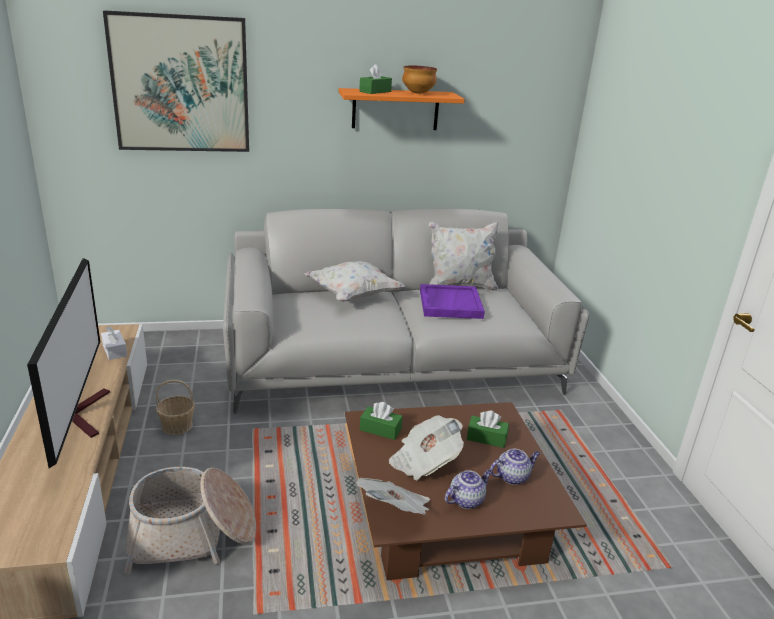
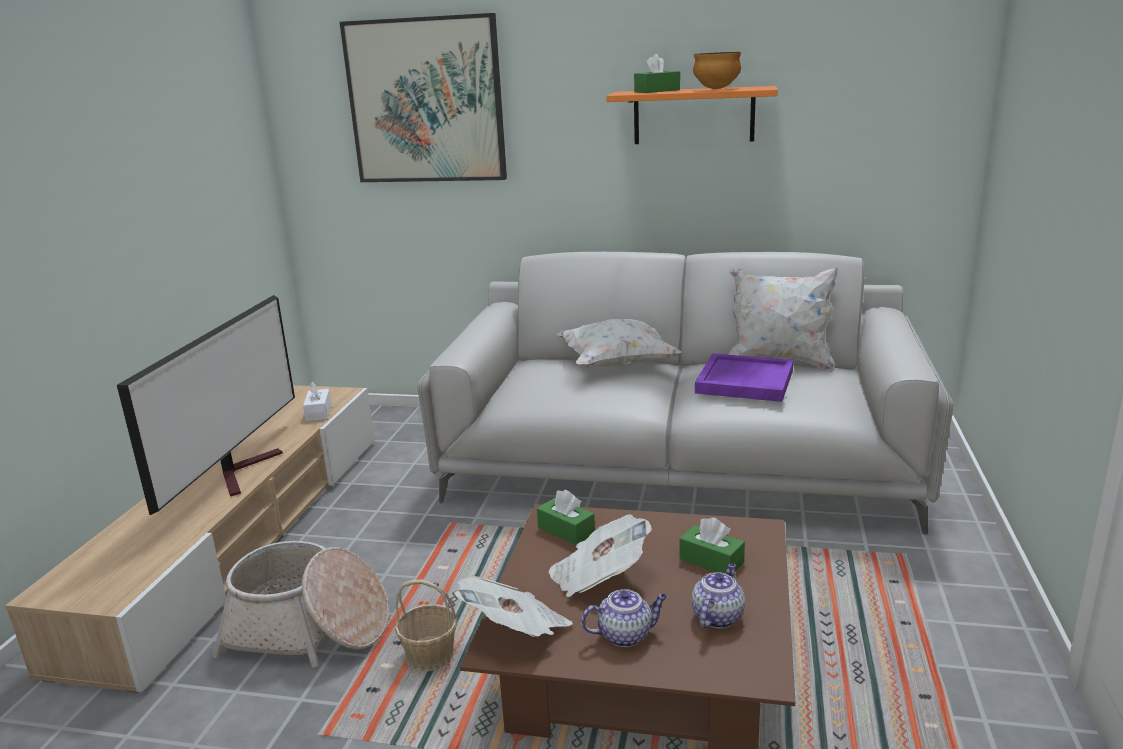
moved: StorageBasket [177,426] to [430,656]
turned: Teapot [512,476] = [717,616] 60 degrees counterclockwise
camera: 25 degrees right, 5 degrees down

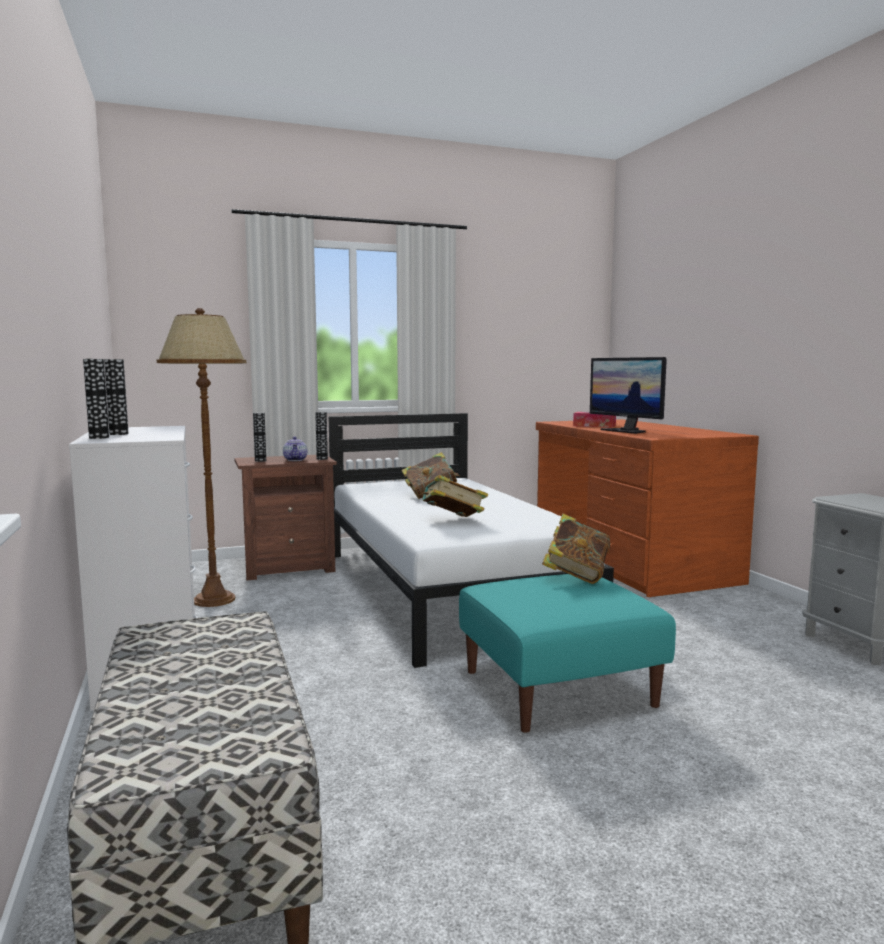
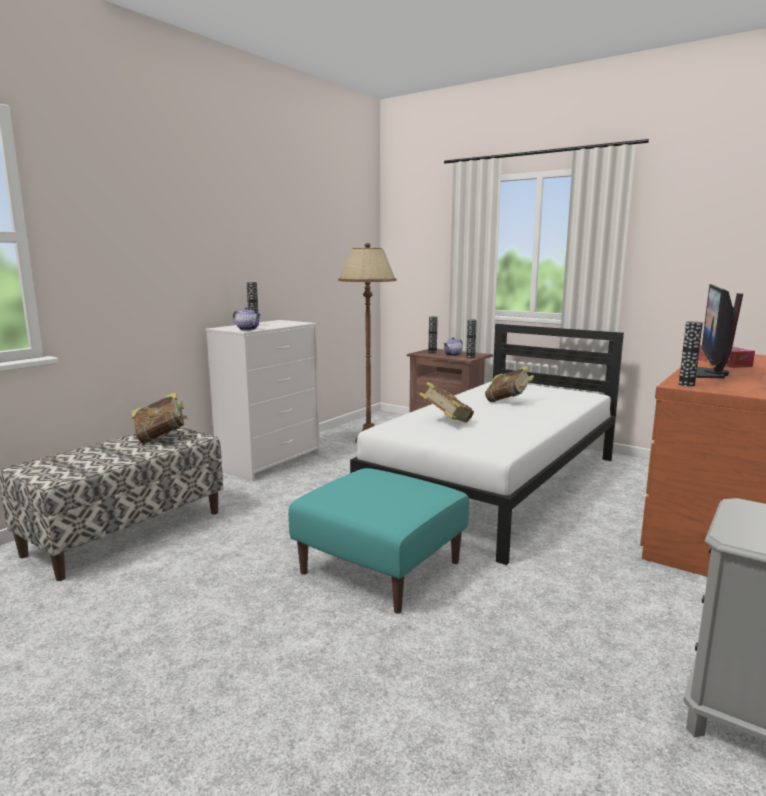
added: Teapot [248,329]
moved: DecorativeVase [99,437] to [686,384]; Volume [576,575] to [161,438]
camera: 55 degrees right, 5 degrees up

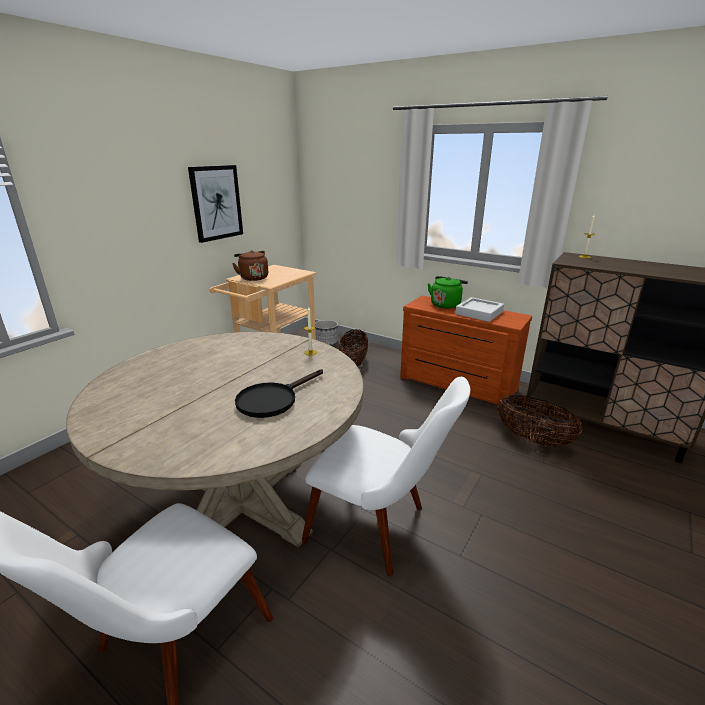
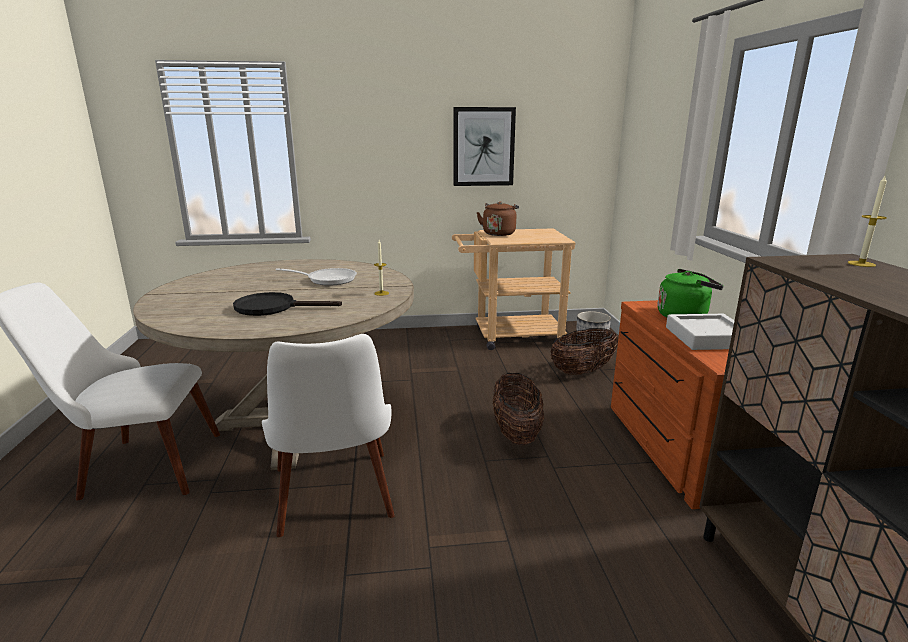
added: Pan [327,279]
moved: StorageBasket [533,439] to [516,433]
camera: 50 degrees right, 5 degrees down

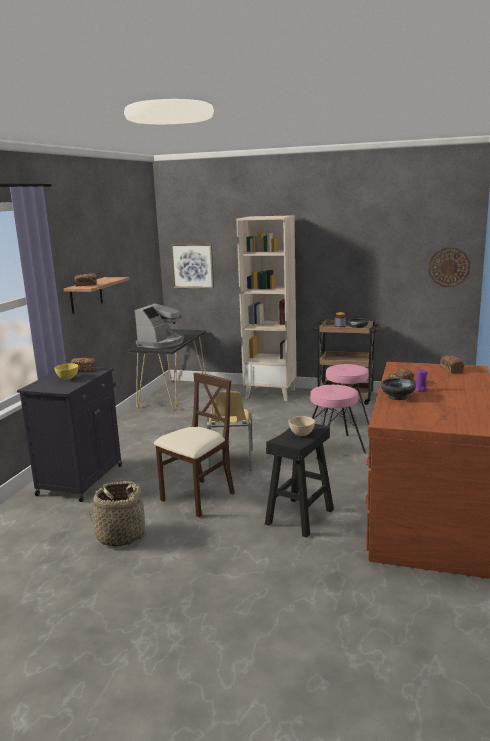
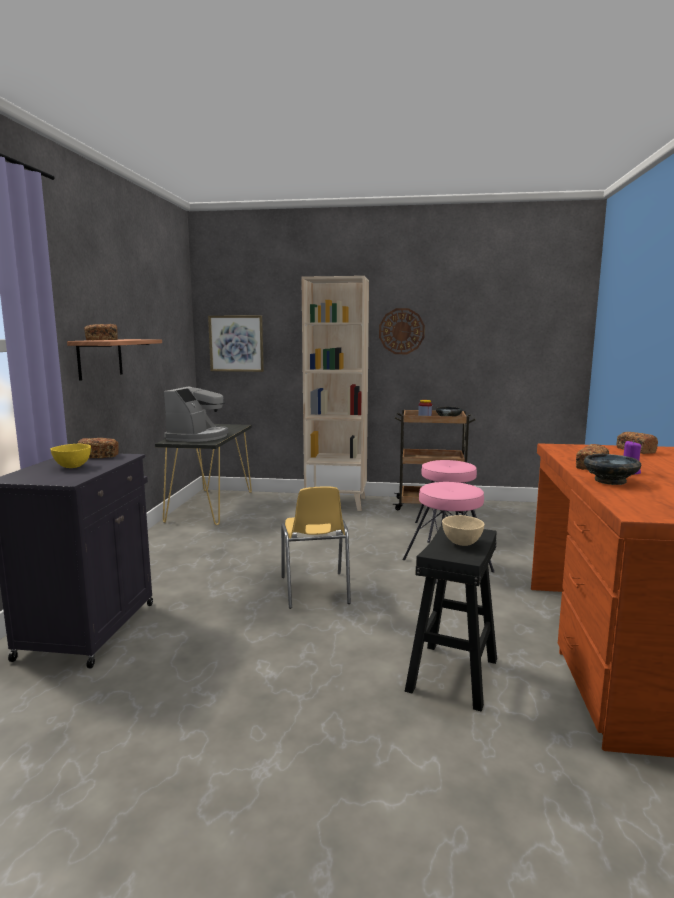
removed: StorageBasket [120,535]; SandColouredChair [198,498]
moved: ClockOnTheWall [449,267] to [401,331]
camera: 10 degrees left, 5 degrees down

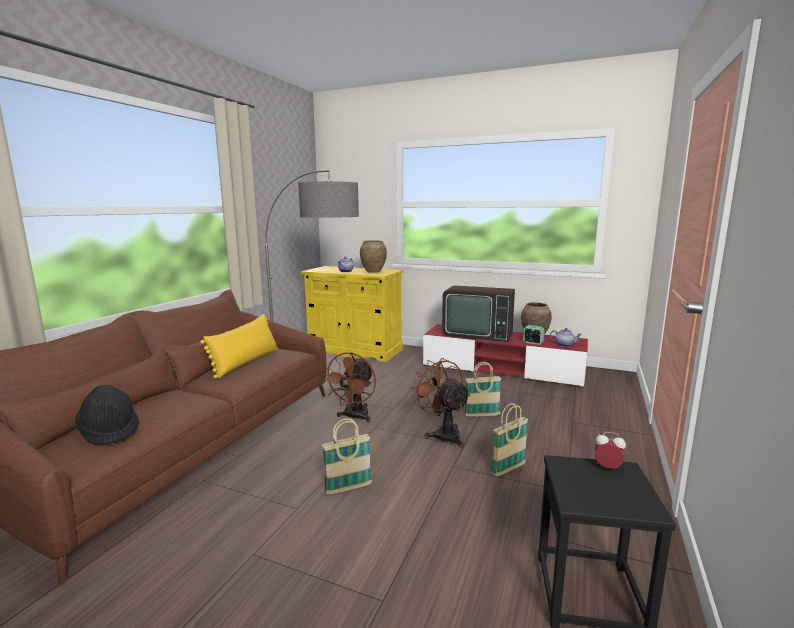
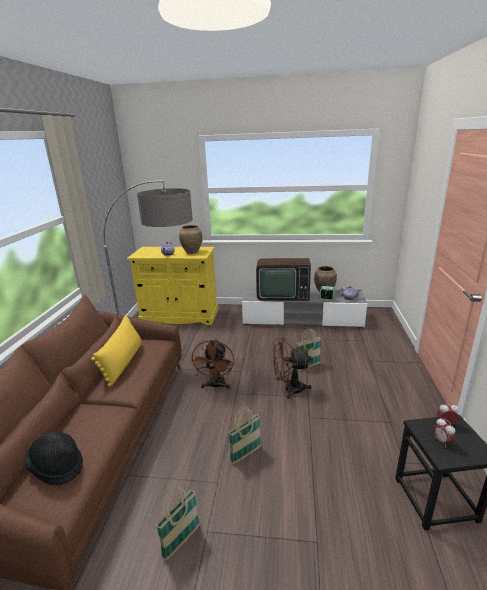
added: TableClock [441,441]
moved: StorageBasket [508,469] to [181,541]
recoloured: ReddishMediaConsole [502,369] to GreyishMediaConsole [302,318]
turned: BrownishFan [443,434] = [288,389] 45 degrees counterclockwise
camera: 15 degrees left, 10 degrees up

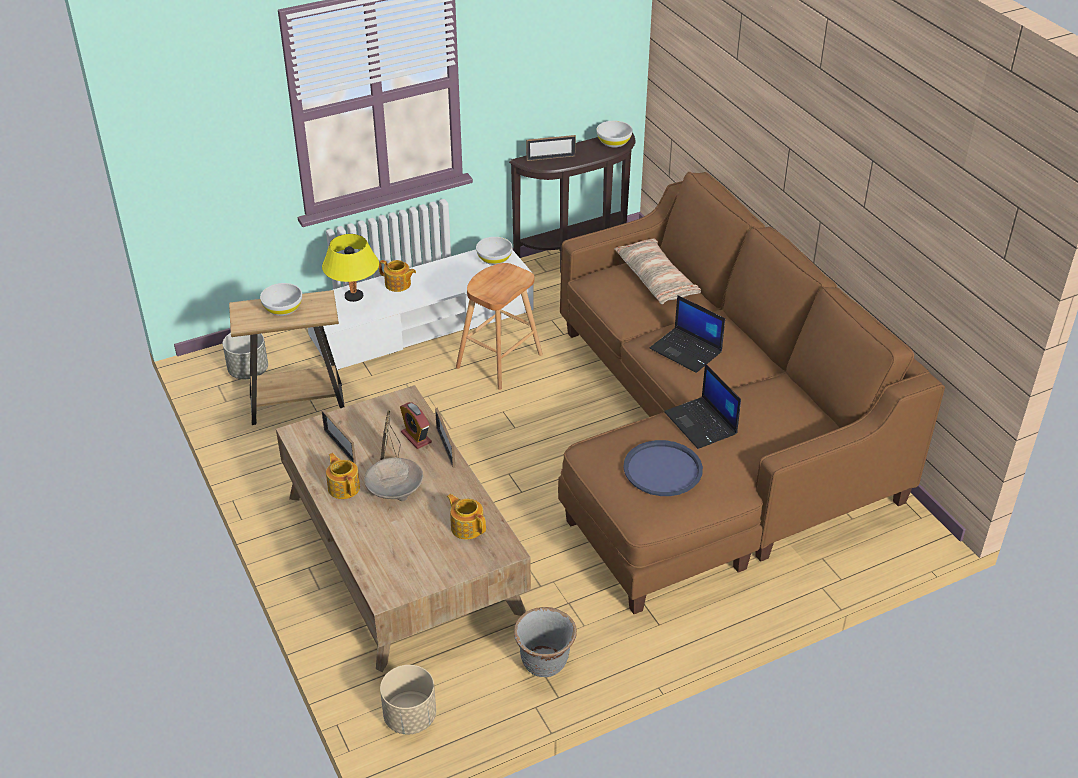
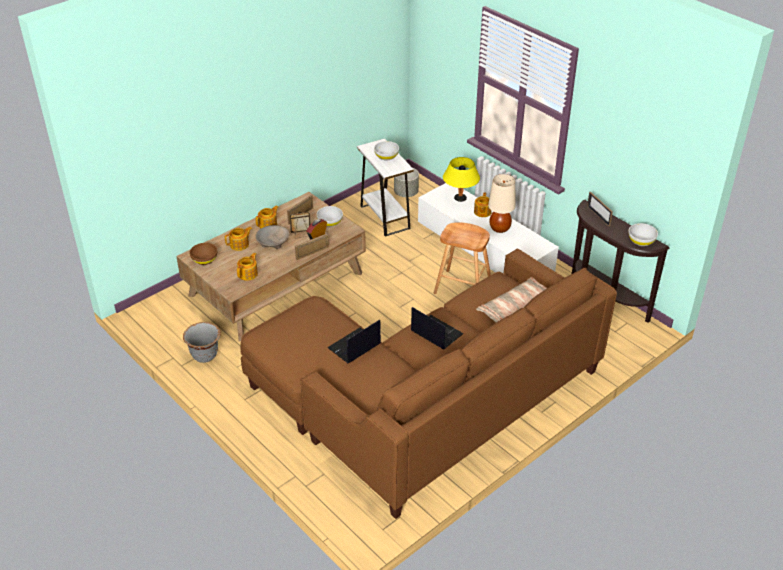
removed: SandColouredPlantPot [409,717]; BluishTray [662,469]
added: BrownishDeepDish [204,260]; Teapot [240,245]; SandColouredLampForATable [500,228]
moved: WhiteColouredDeepDish [494,259] to [330,222]
recoloured: BrownishEndTable [297,404] to WhiteColouredEndTable [385,217]
turned: Laptop [687,350] = [435,332] 105 degrees clockwise
camera: 75 degrees right, 0 degrees up

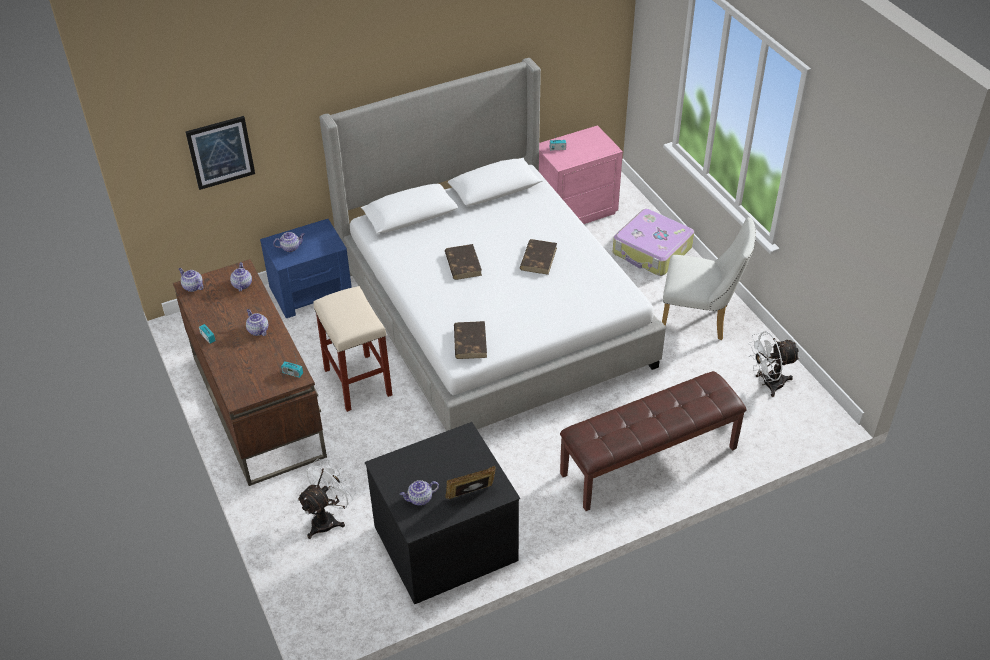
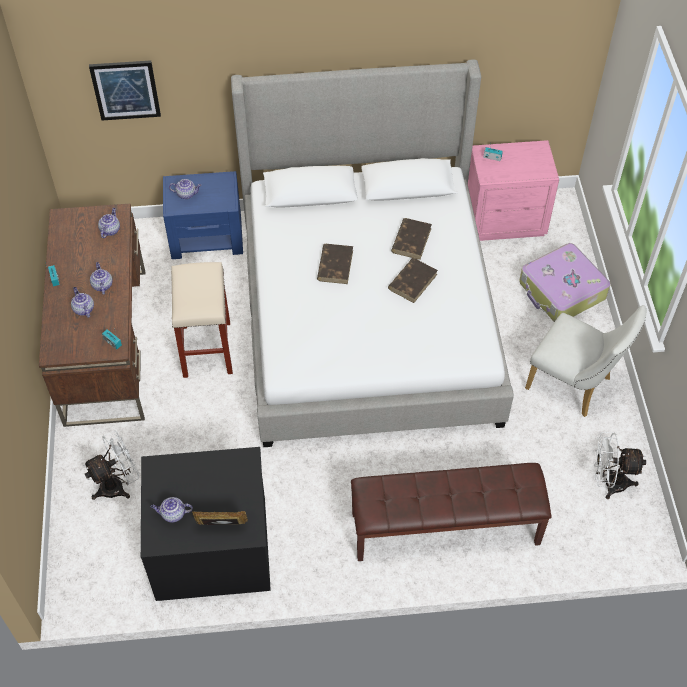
moved: Teapot [192,287] to [83,309]; BrownishVolume [470,342] to [411,240]
camera: 20 degrees right, 10 degrees up

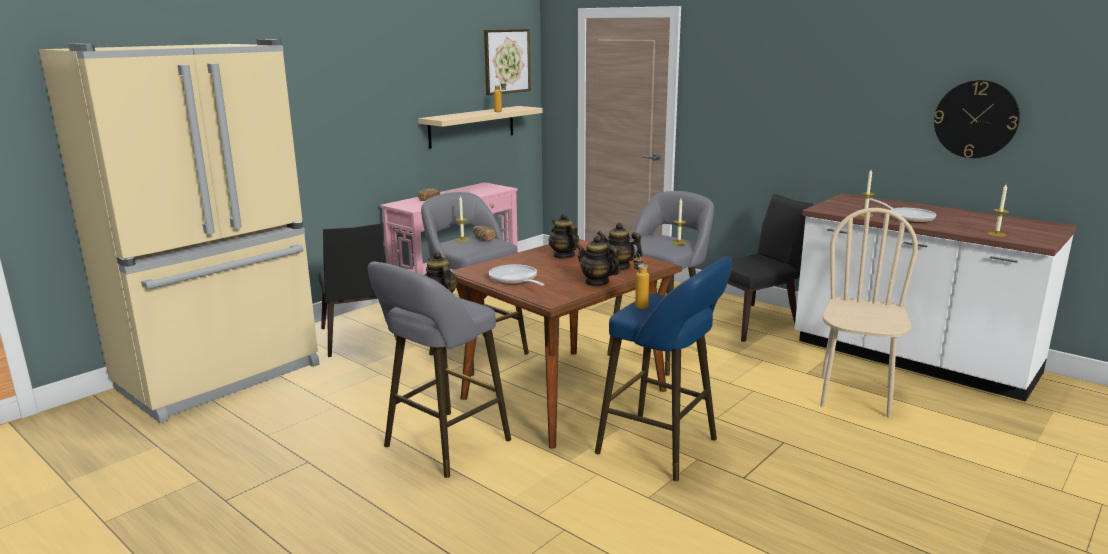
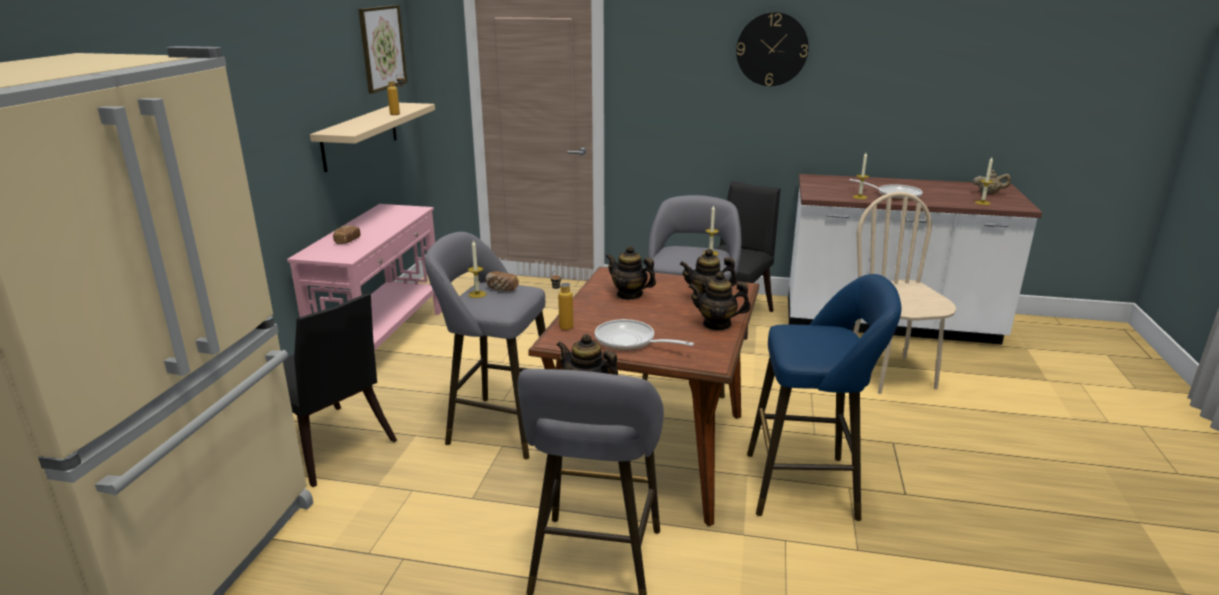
added: SandColouredTeapot [989,193]
moved: BeverageBottle [639,305] to [562,326]; ClockOnTheWall [976,119] to [772,49]
camera: 30 degrees left, 5 degrees up

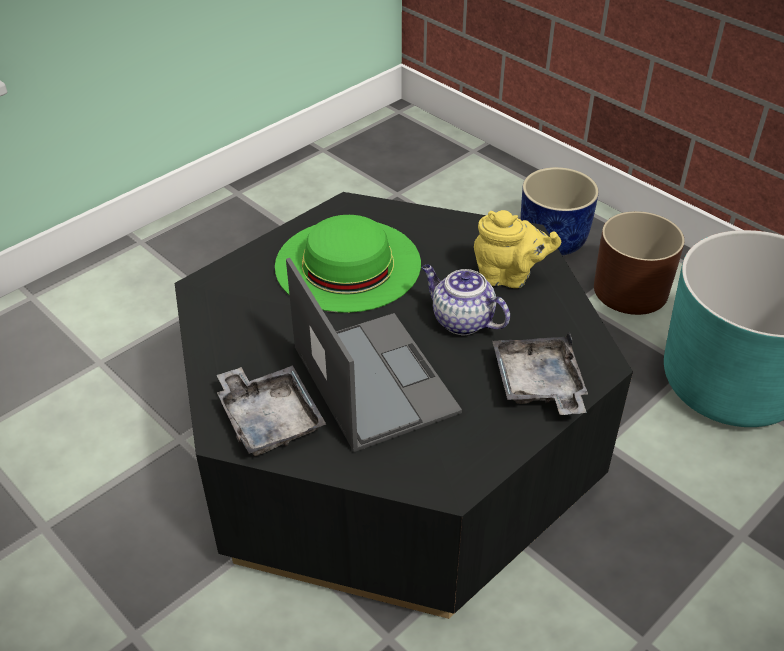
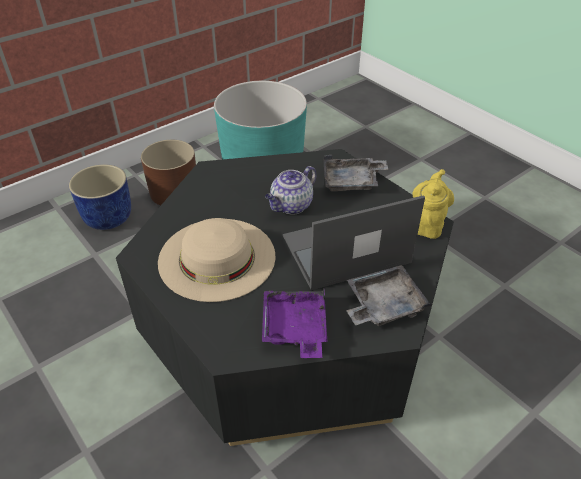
added: PurpleTray [295,329]
moved: YellowTeapot [509,277] to [427,224]
recoloured: GreenClothingHat [347,264] to SandColouredClothingHat [217,258]
camera: 85 degrees left, 0 degrees up

